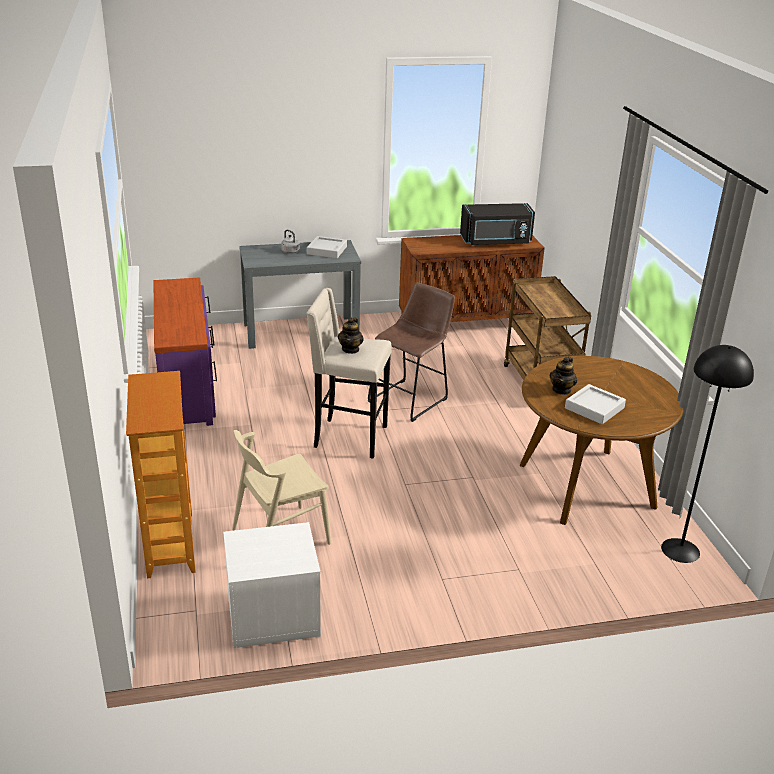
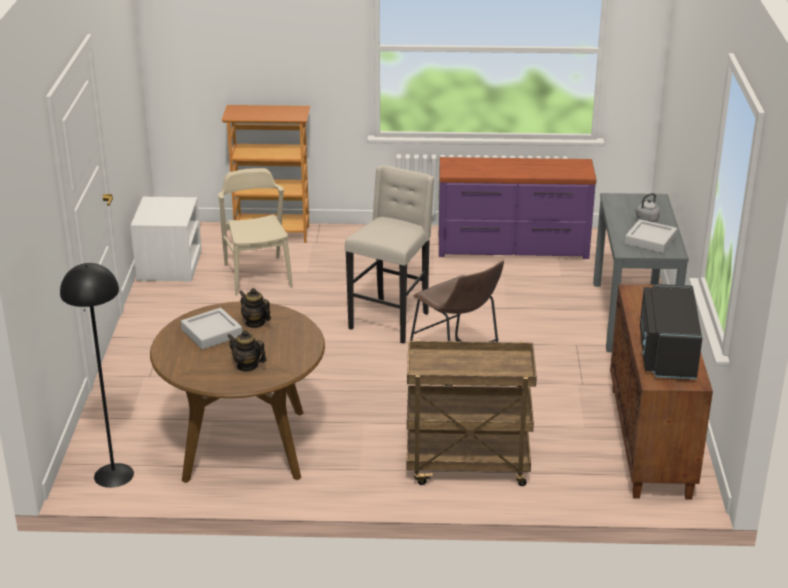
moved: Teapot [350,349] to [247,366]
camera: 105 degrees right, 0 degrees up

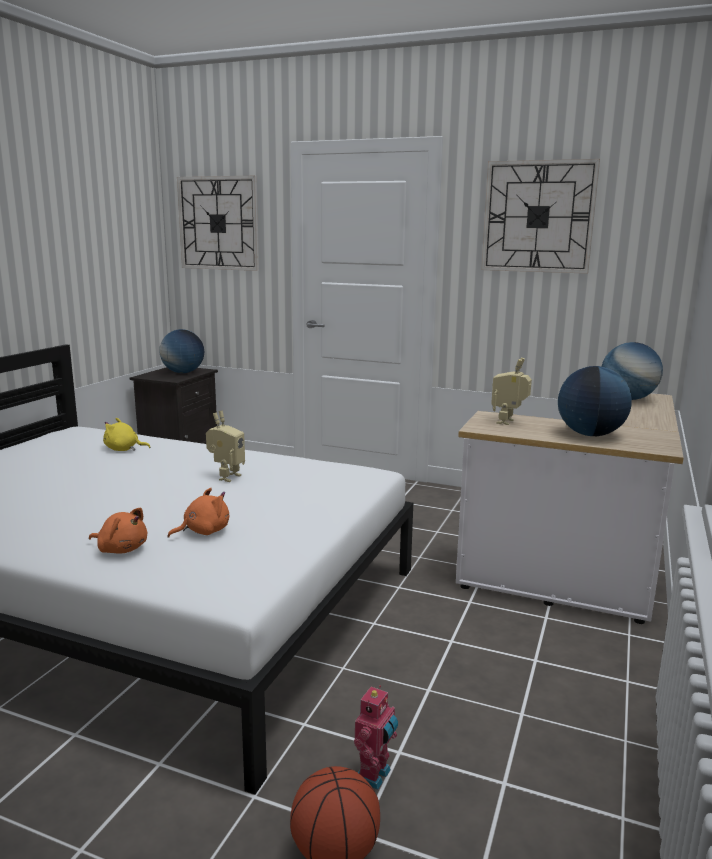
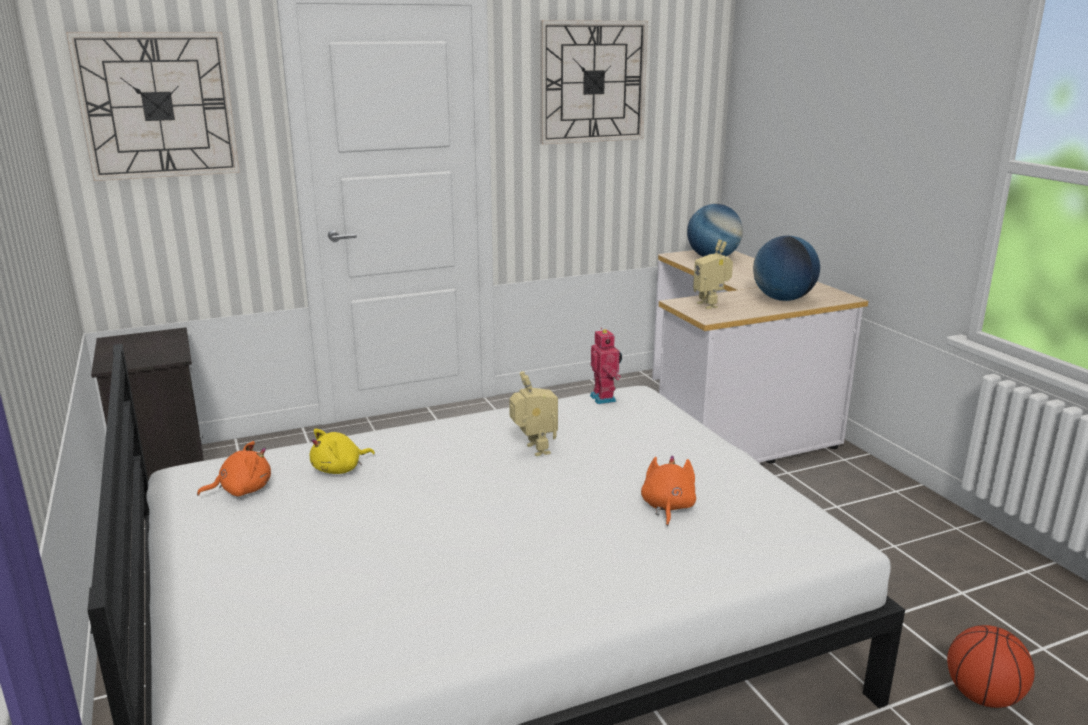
removed: WorldGlobe [183,372]
moved: OrangeyCuddlyToy [121,549] to [242,490]; ModelRobot [375,776] to [604,398]
camera: 45 degrees left, 5 degrees up

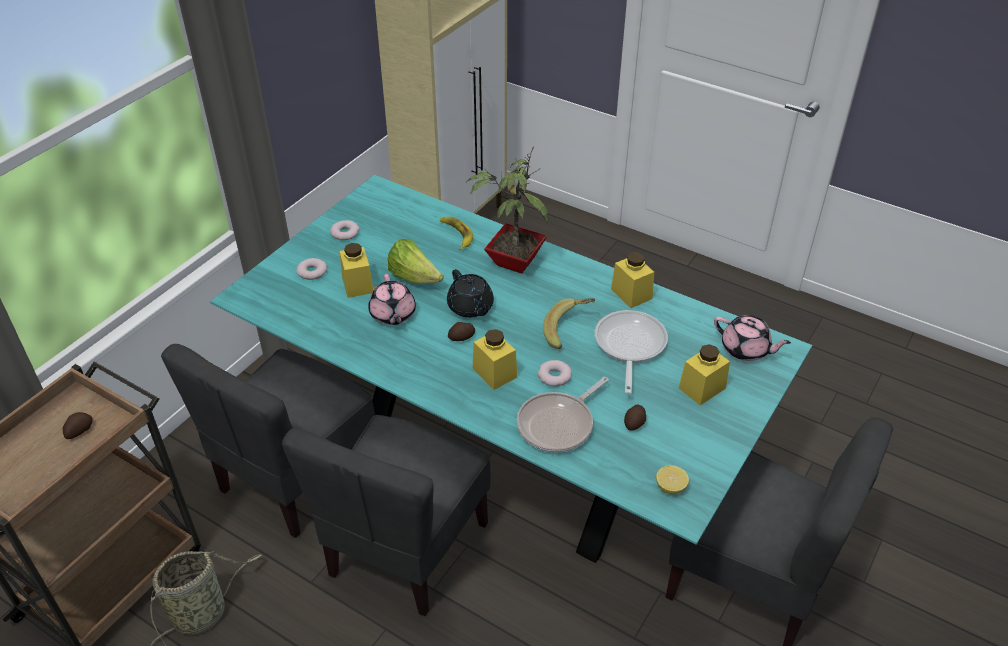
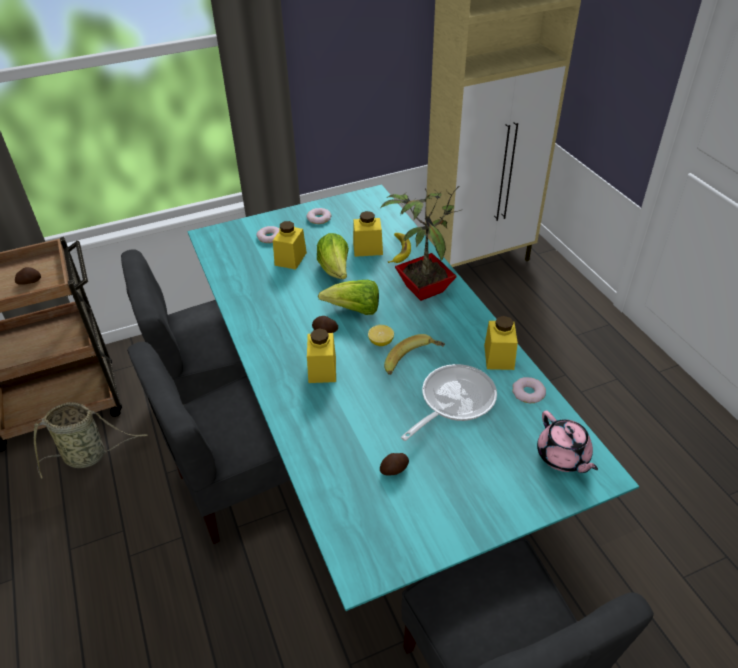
removed: PinkTeapot [392,314]; Pan [558,424]
moved: Doughnut [554,376] to [528,393]; CitrusFruit [670,487] to [381,342]; YellowPreserveJar [702,388] to [367,249]
replaced: BlackColouredTeapot [470,307] to LettuceHead [354,310]
camera: 35 degrees right, 0 degrees up

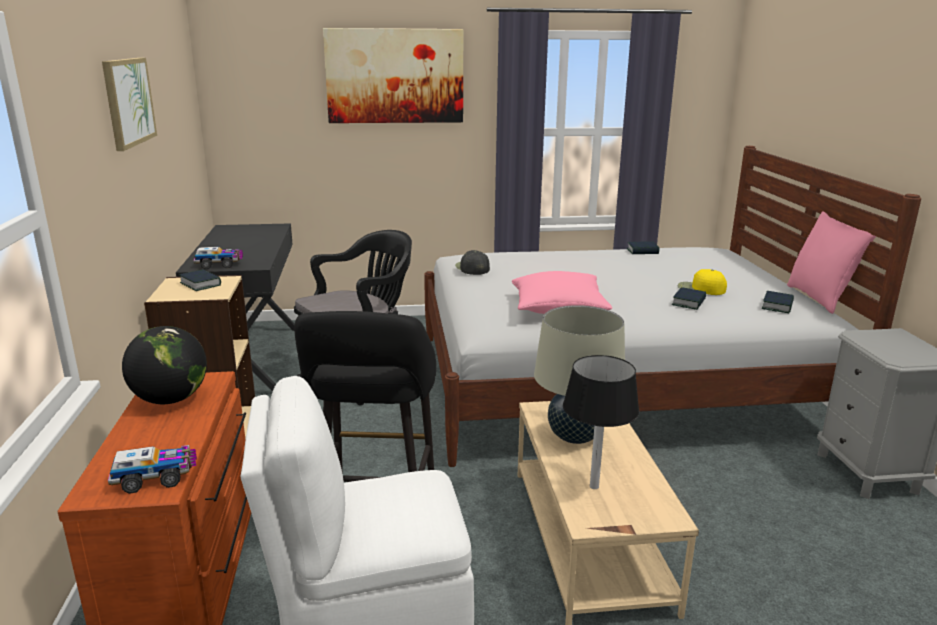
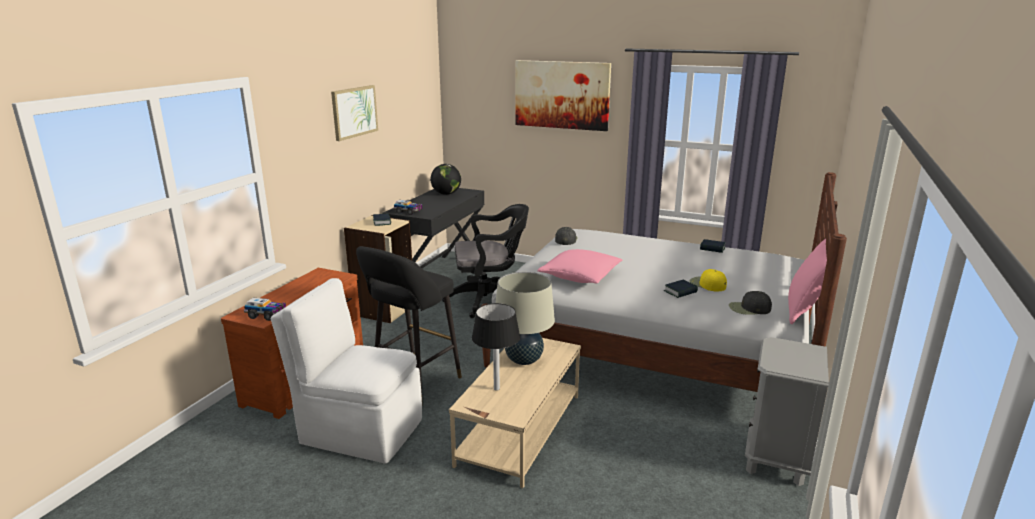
moved: WorldGlobe [170,399] to [446,194]
replaced: Volume [777,306] to BlackColouredCap [749,308]
camera: 30 degrees right, 0 degrees up

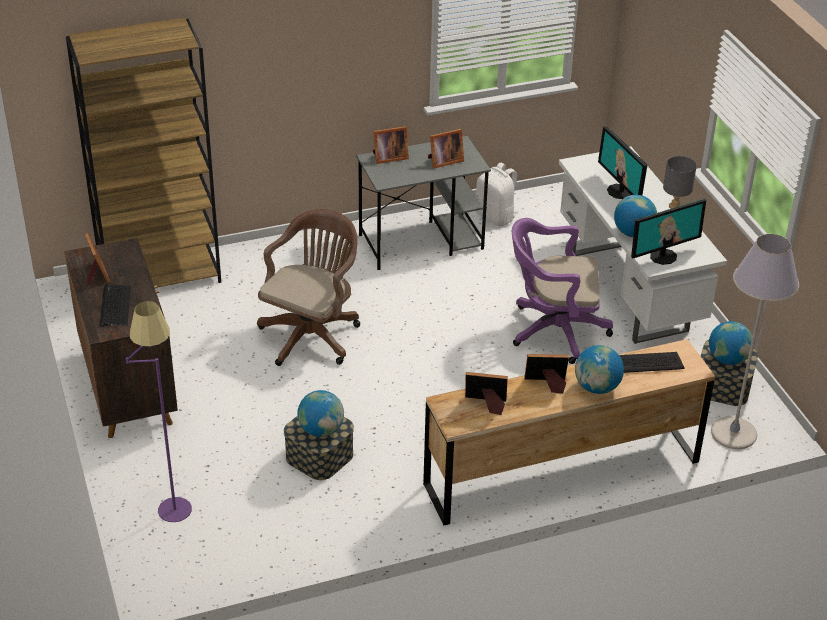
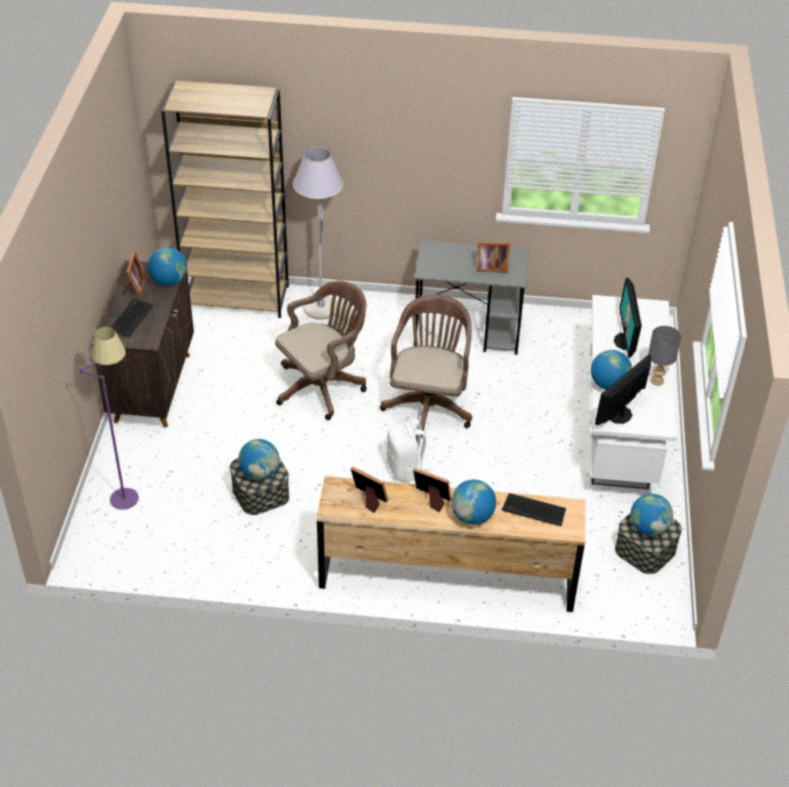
removed: PictureFrame [388,157]; PurpleComputerChair [553,330]
added: WorldGlobe [169,281]; BrownishComputerChair [429,405]
moved: WhiteColouredBackpack [496,216] to [406,469]; GreyishFloorLamp [733,434] to [321,308]
turned: Monitor [663,256] = [620,415] 135 degrees clockwise
camera: 25 degrees right, 5 degrees up

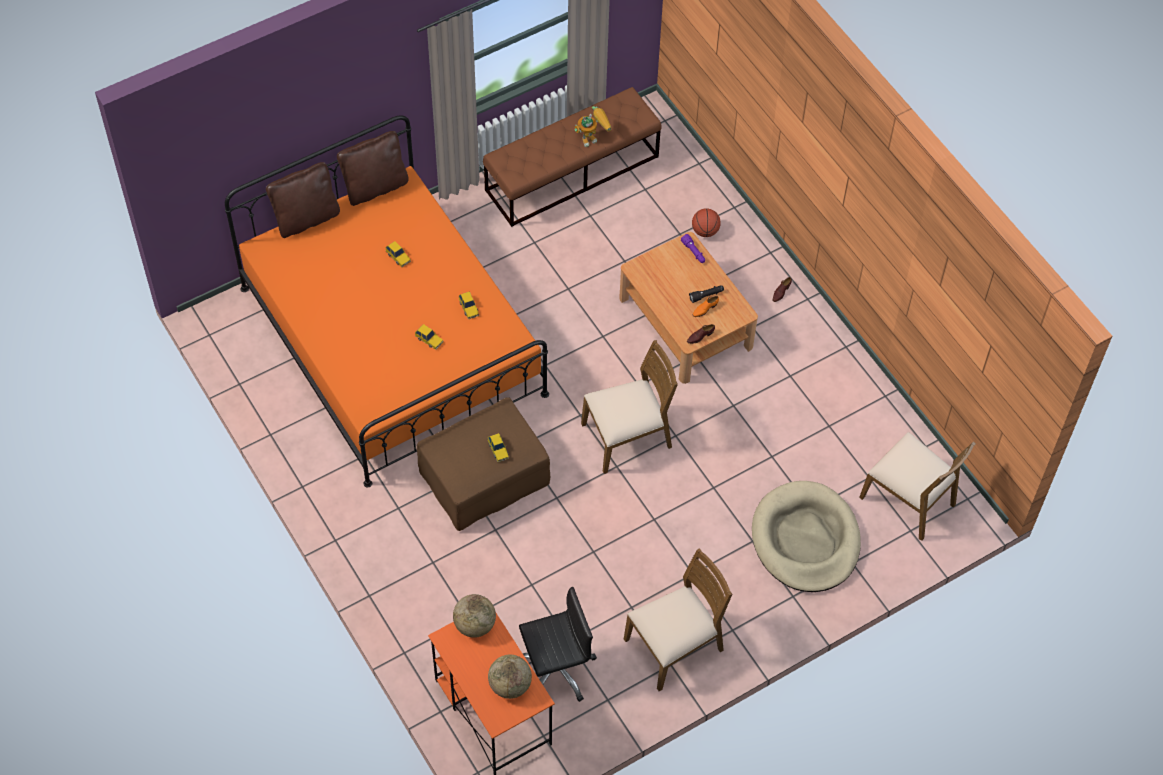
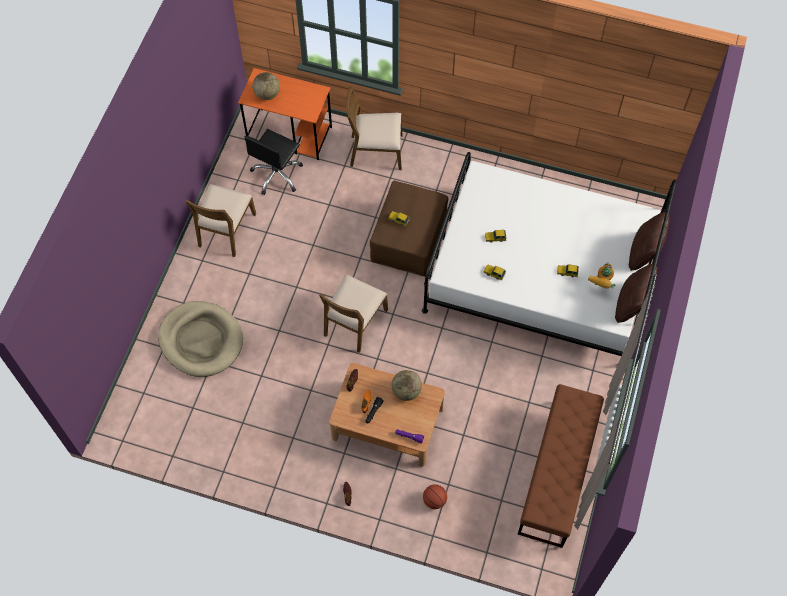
moved: WorldGlobe [474,625] to [406,391]; ModelRobot [592,137] to [600,285]; BrownishChair [909,500] to [375,151]
recoloured: OrangeySleepingBed [392,340] to WhiteColouredSleepingBed [540,274]
camera: 140 degrees right, 5 degrees up

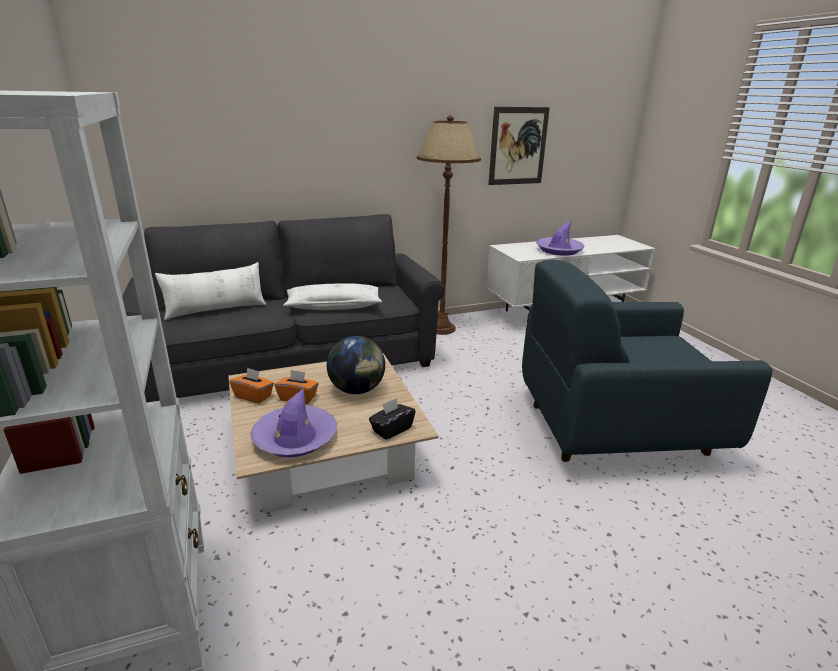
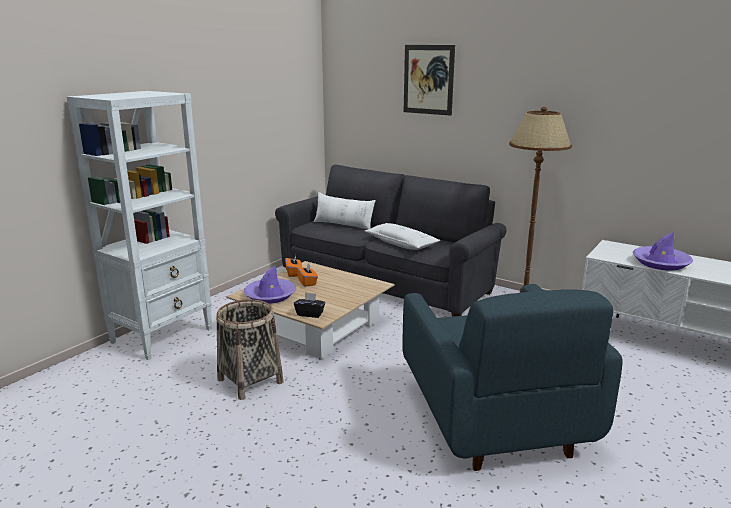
removed: WorldGlobe [357,390]
added: StorageBasket [250,380]
moved: WallPicture [518,146] to [428,79]
turned: BluishLoungeChair [614,429] = [494,418] 150 degrees counterclockwise
camera: 55 degrees right, 5 degrees down

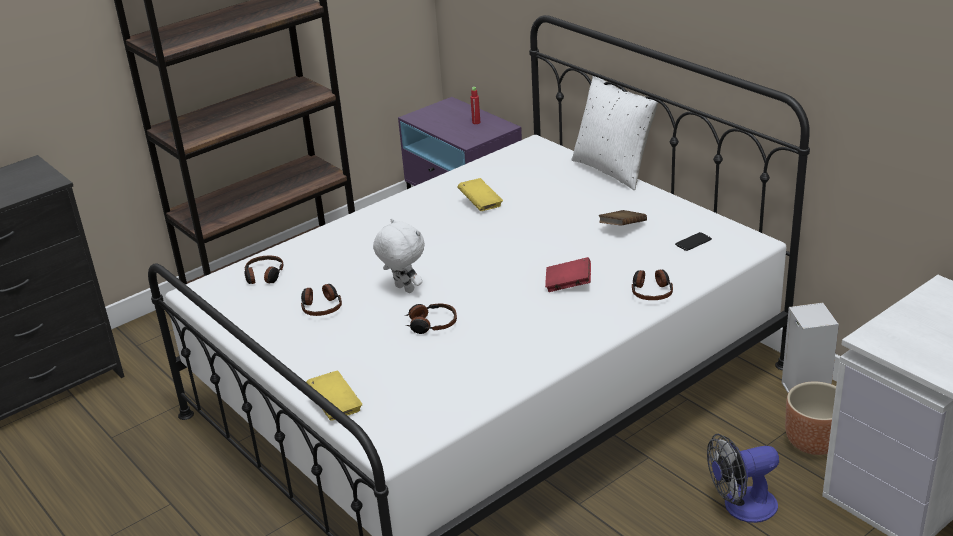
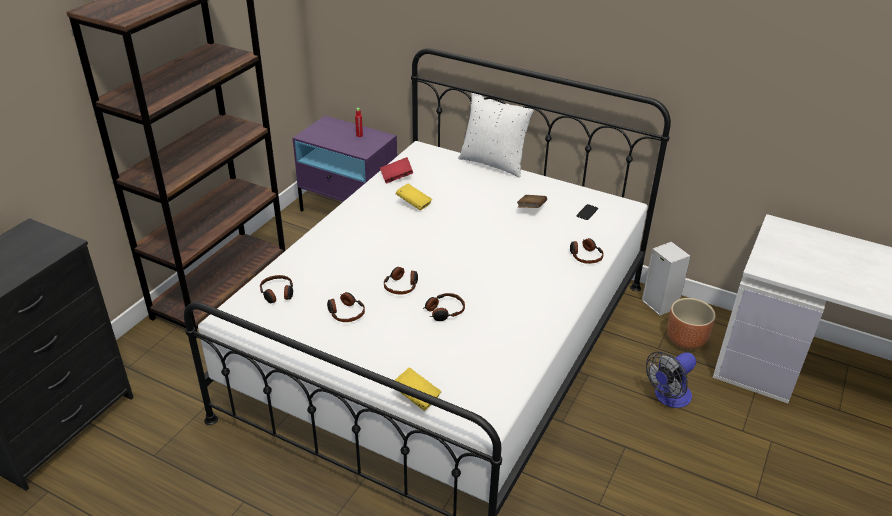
moved: ReddishVolume [568,285] to [396,177]
replaced: WhiteColouredCuddlyToy [403,289] to Headphones [402,285]
camera: 25 degrees left, 5 degrees up

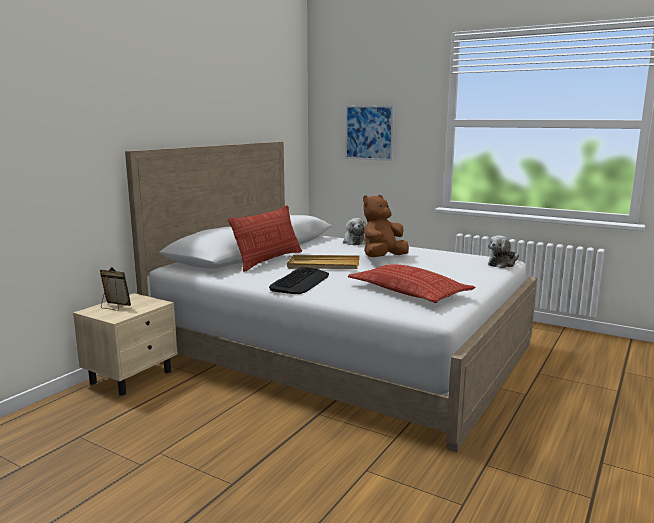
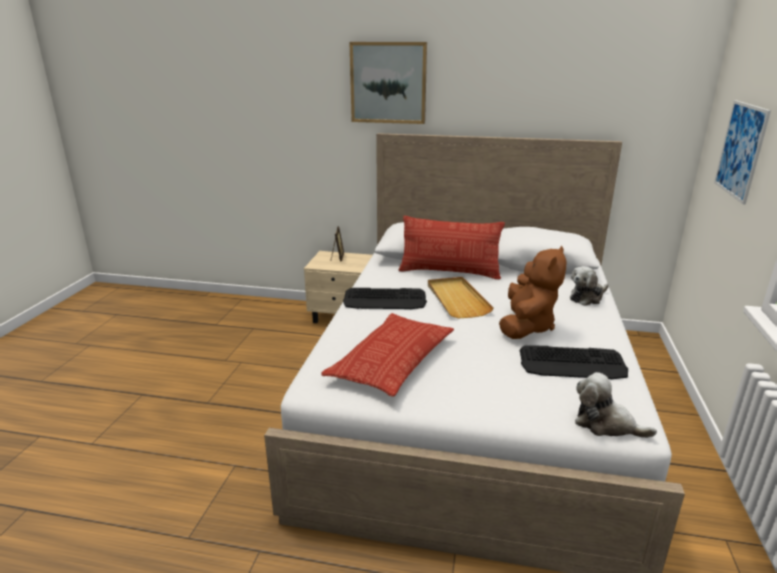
added: WallPicture [388,83]; Keyboard [572,364]
turned: BrownishCuddlyToy [383,258] = [526,326] 90 degrees clockwise
camera: 70 degrees right, 10 degrees up

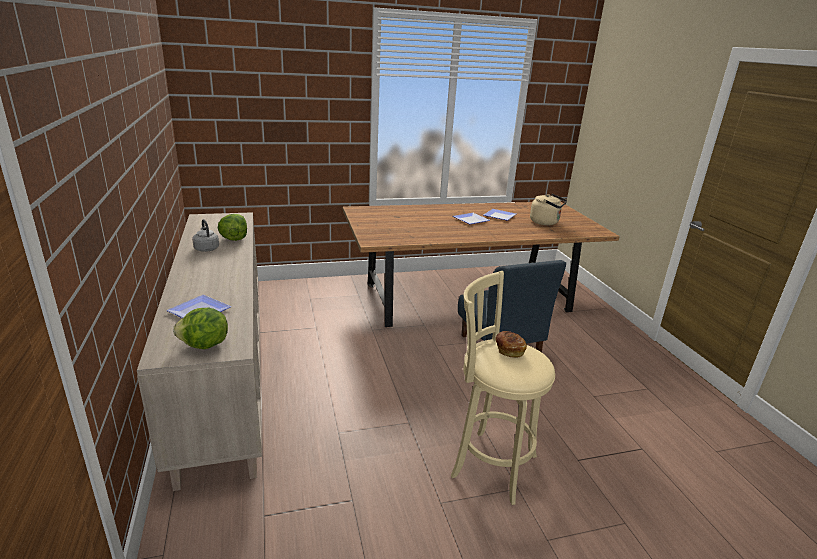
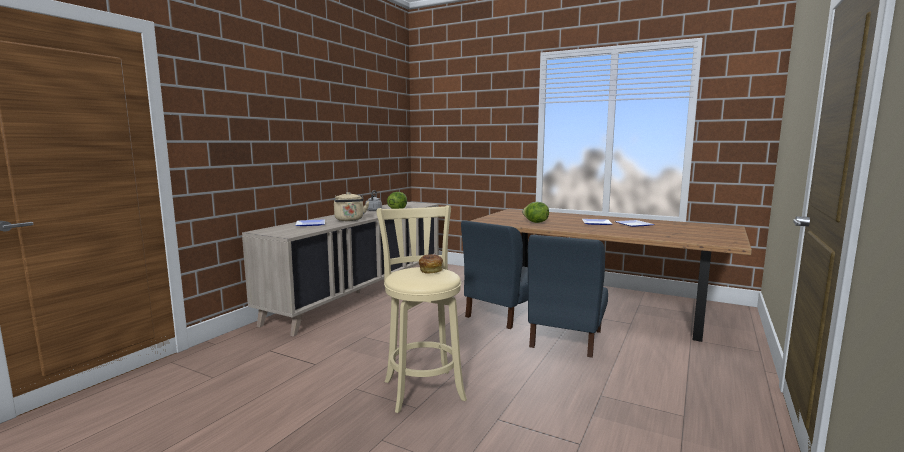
added: BluishChair [502,314]
moved: LettuceHead [204,345] to [535,222]; SandColouredTeaKettle [546,222] to [349,220]
camera: 45 degrees right, 15 degrees down

